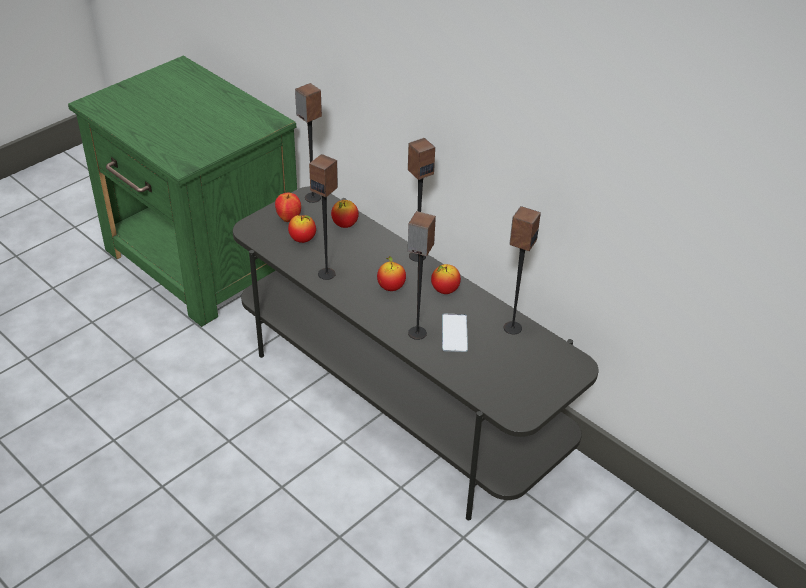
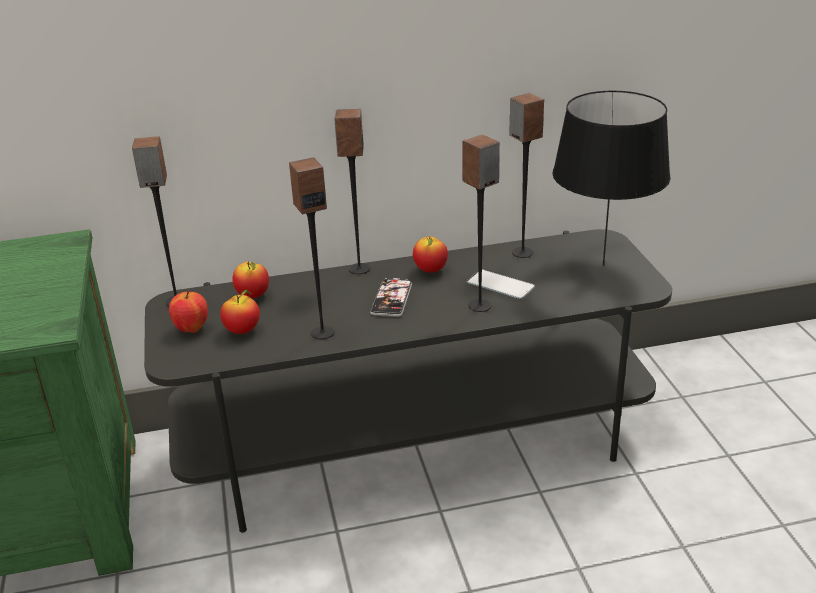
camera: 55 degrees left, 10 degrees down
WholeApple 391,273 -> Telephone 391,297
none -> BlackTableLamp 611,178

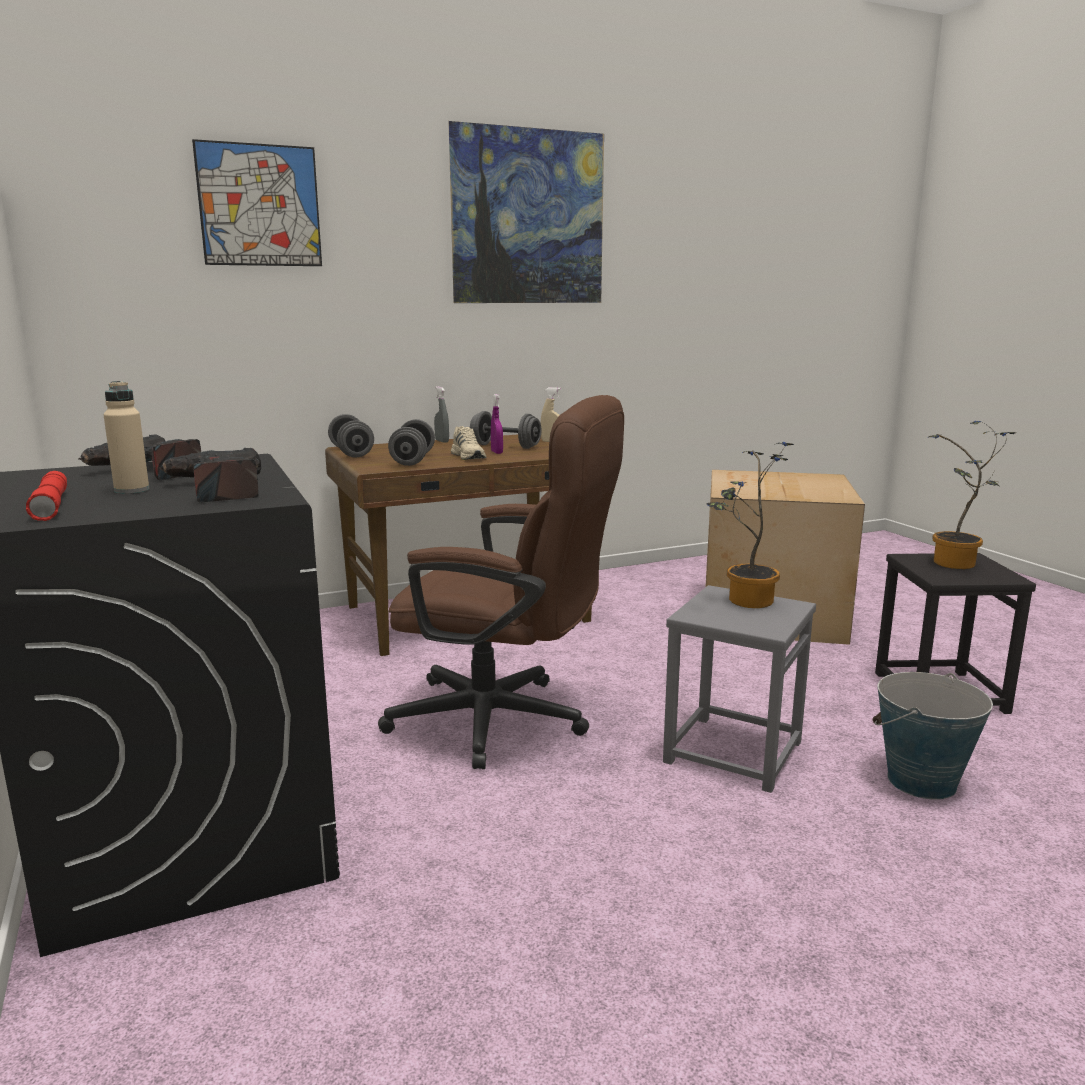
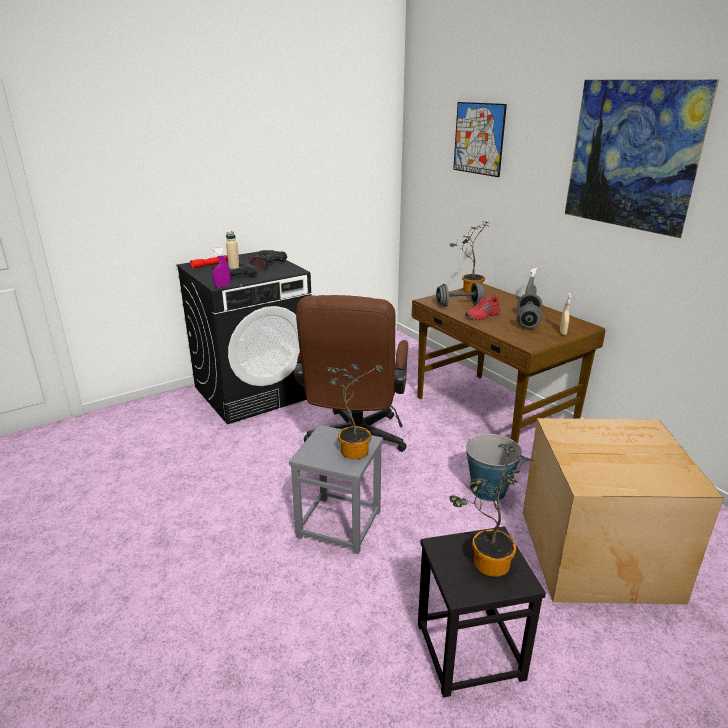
camera: 80 degrees right, 10 degrees up
GrayHandWeight 351,435 -> PottedPlant 469,256
SandColouredShoe 468,443 -> RedColouredShoe 482,308
PurpleSprayer 497,424 -> PurpleSprayer 221,267, shifted
Pail 933,736 -> Pail 494,468, shifted

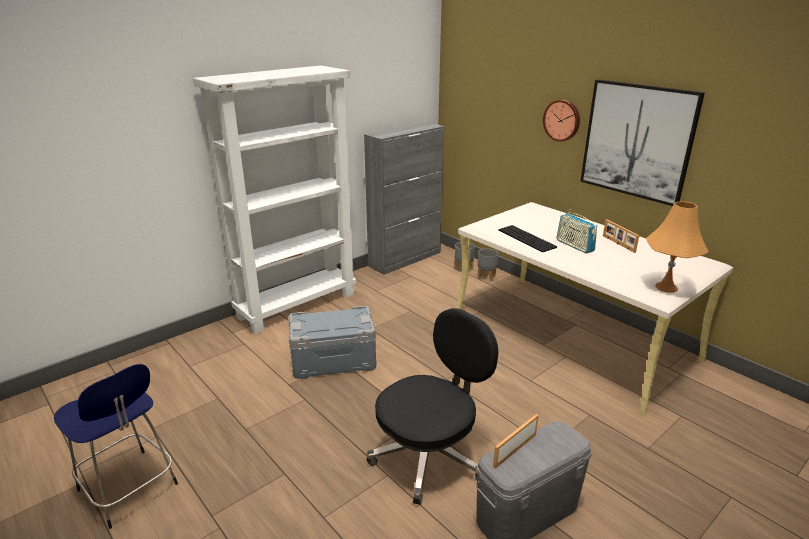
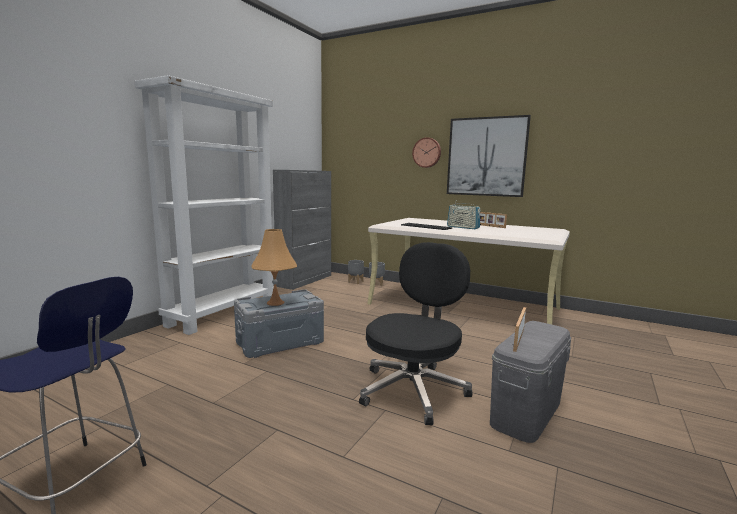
camera: 20 degrees left, 15 degrees down
OrangeyTableLamp 677,247 -> OrangeyTableLamp 274,267, shifted

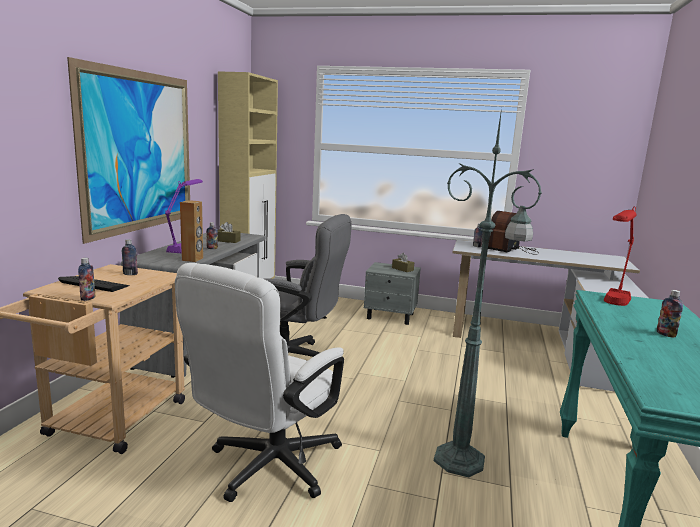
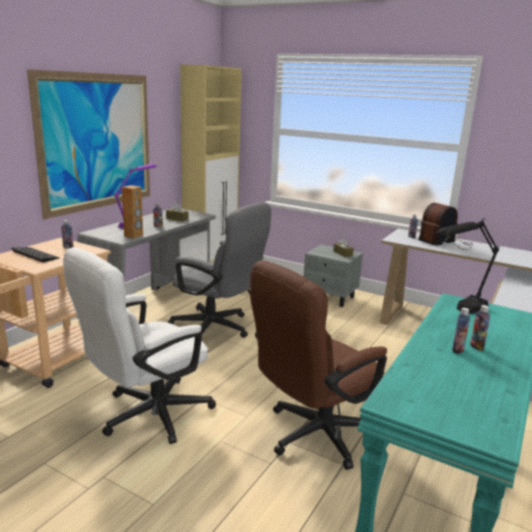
camera: 15 degrees right, 5 degrees up
Bottle 87,279 -> Bottle 461,331, shifted
GreenishStandardLamp 488,293 -> BrownComputerChair 318,365
RedColouredTableLamp 620,256 -> BlackTableLamp 468,266

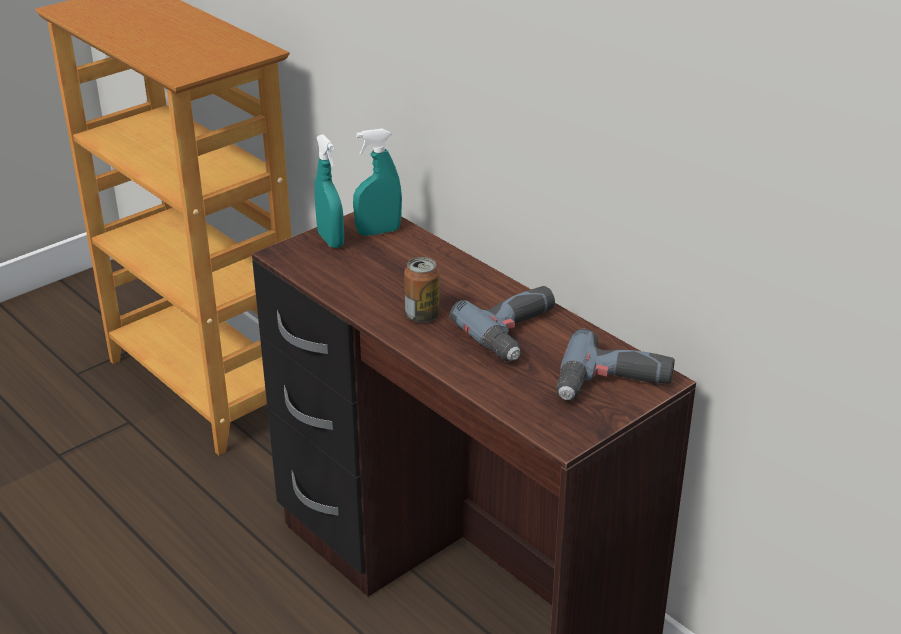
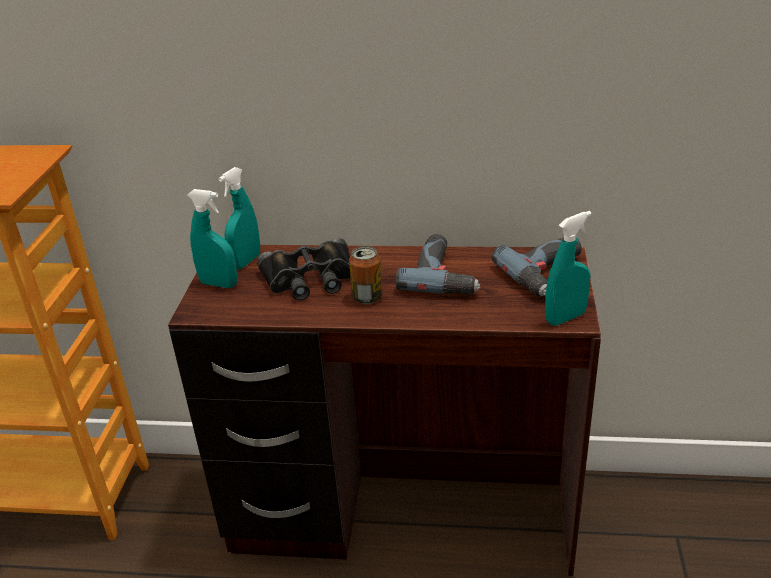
camera: 40 degrees left, 0 degrees up
none -> BlackFieldGlasses 304,269
none -> TurquoiseColouredSprayer 568,268

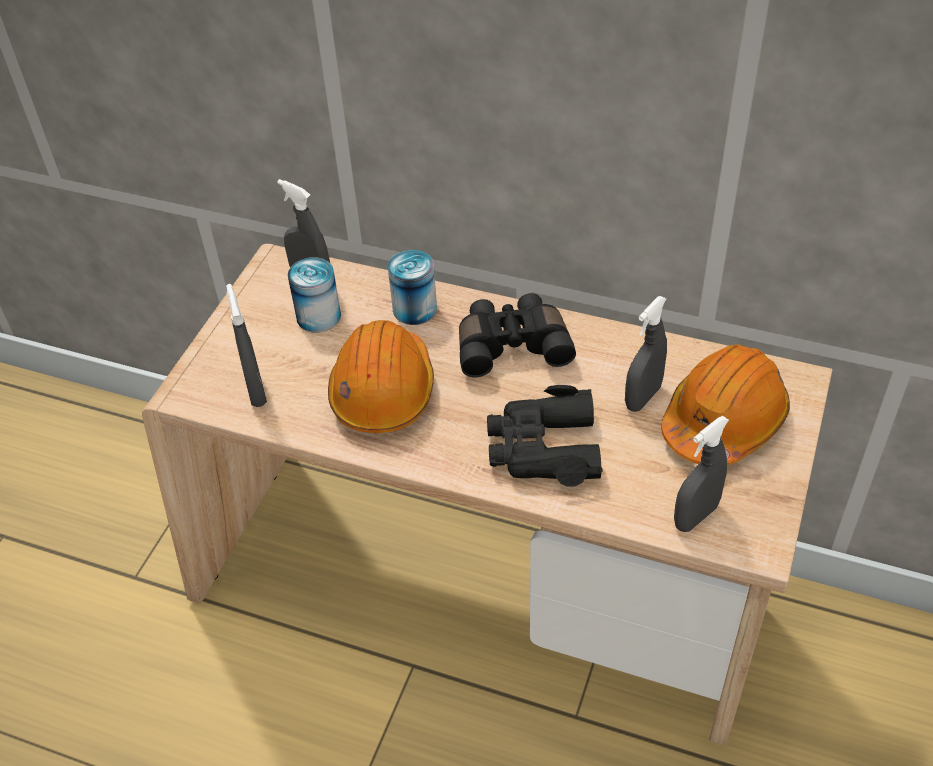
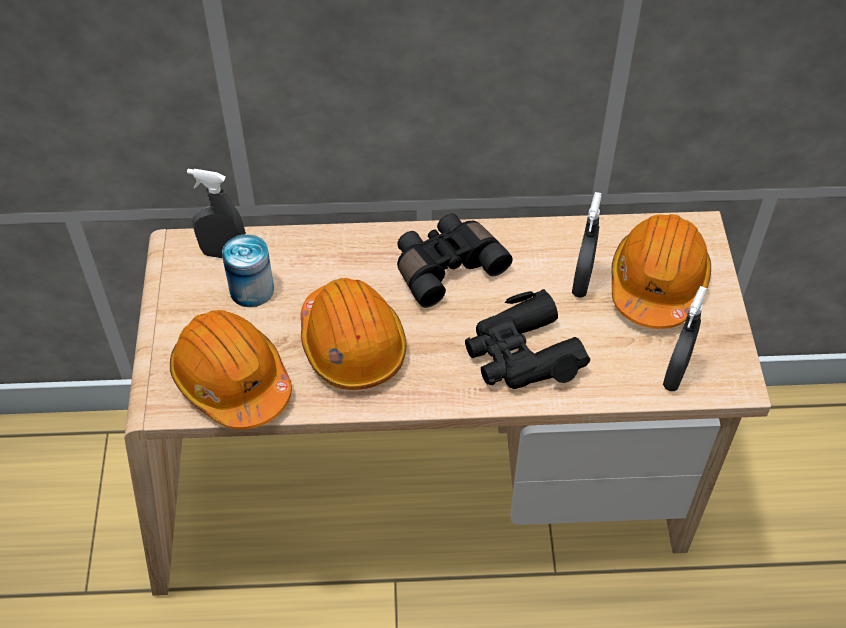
camera: 25 degrees left, 5 degrees up
GraySprayer 246,345 -> OrangeySafetyHelmet 231,370
MetalCan 412,287 -> none

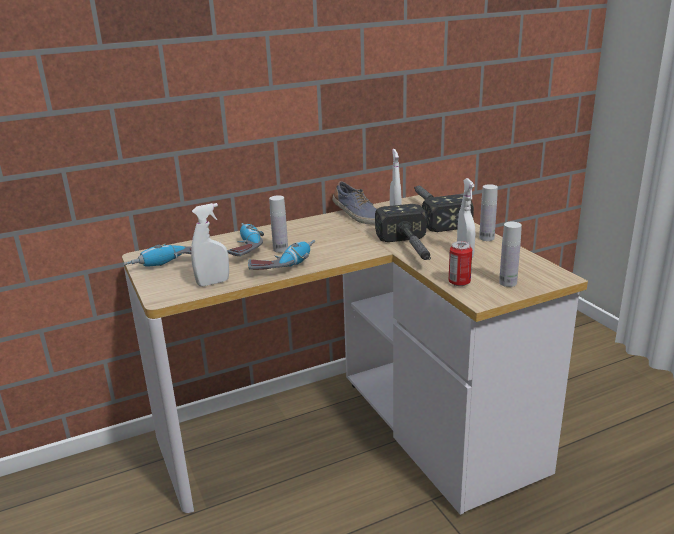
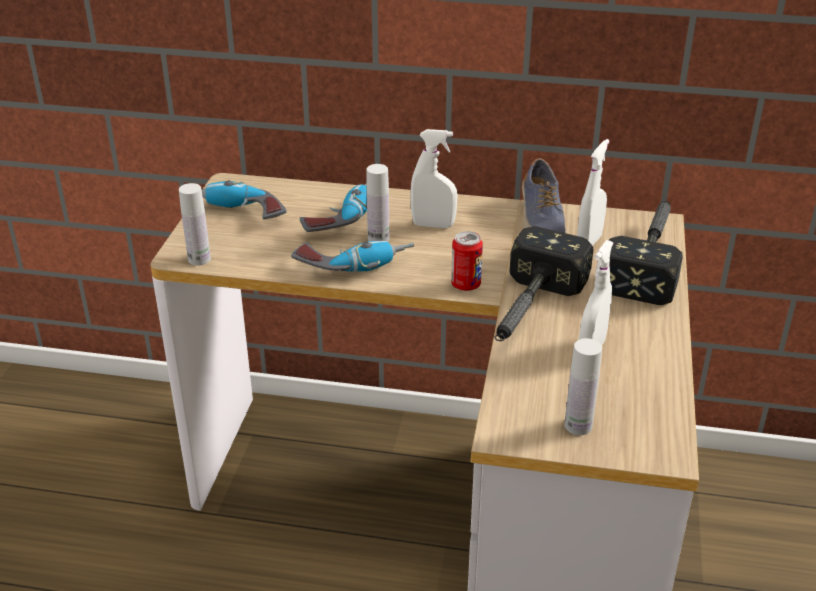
camera: 35 degrees right, 10 degrees up
WhitishSprayer 210,245 -> WhitishSprayer 433,178, shifted
MetalCan 460,263 -> MetalCan 467,261, shifted
WhitishBottle 488,212 -> WhitishBottle 195,224, shifted

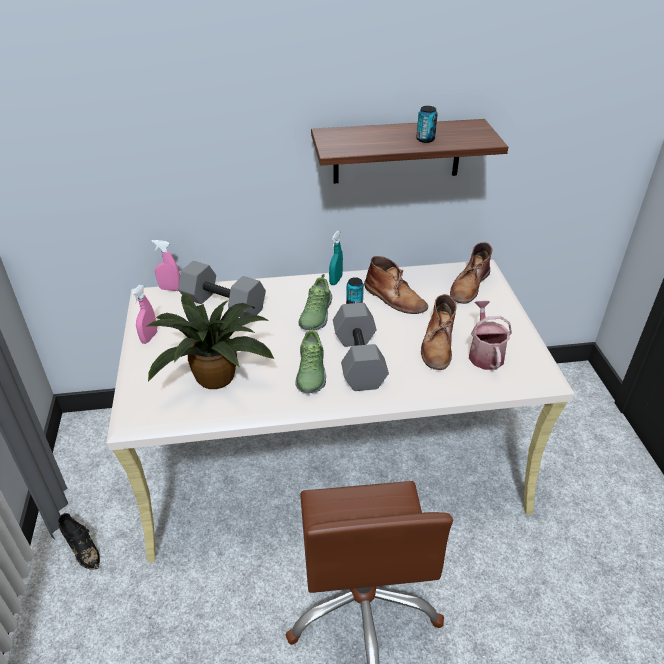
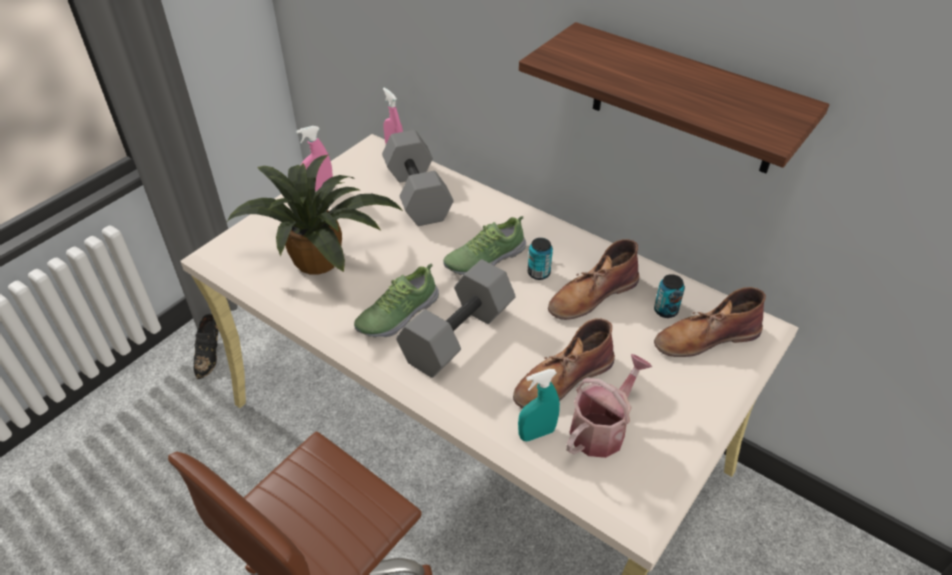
camera: 45 degrees right, 5 degrees up
TurquoiseColouredSprayer 336,258 -> TurquoiseColouredSprayer 539,405, shifted
BrownHighTopBoot 396,285 -> BrownHighTopBoot 593,279, 60 degrees clockwise
MetalCan 427,124 -> MetalCan 669,296, shifted

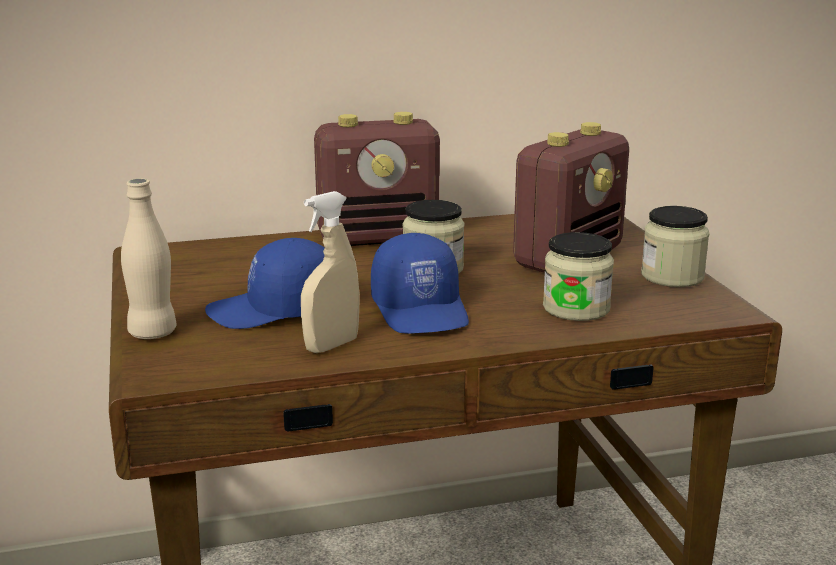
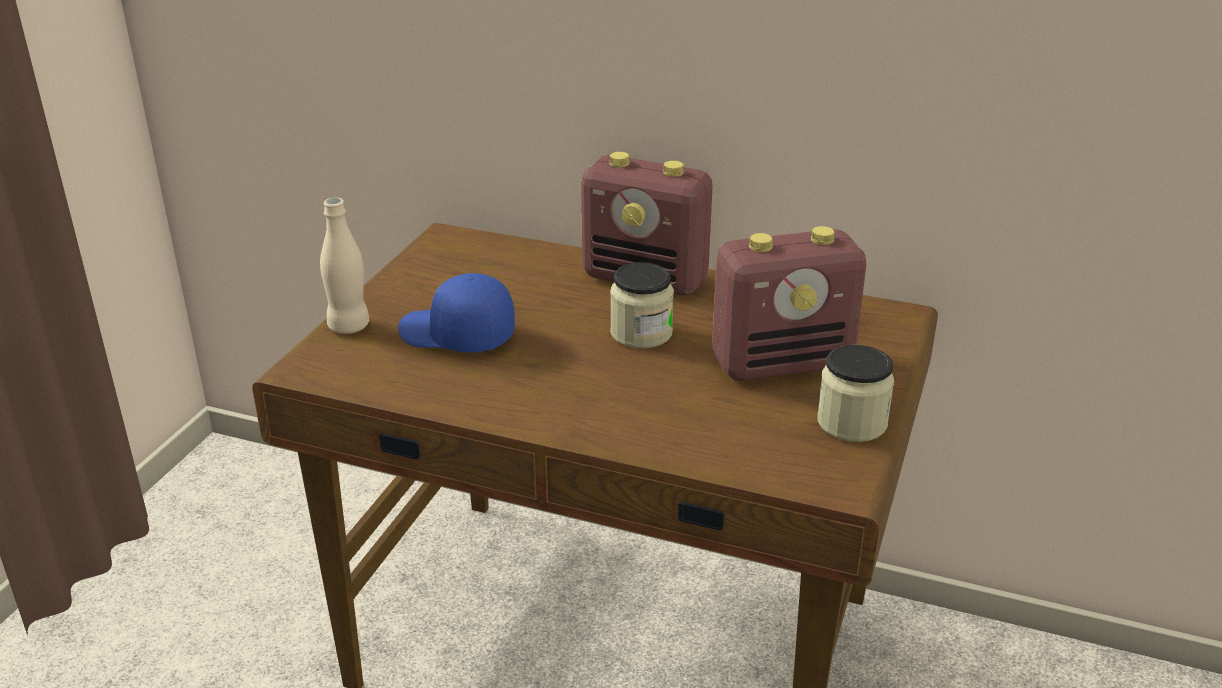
camera: 35 degrees right, 10 degrees up
SandColouredSprayer 330,272 -> none
BlueCap 420,283 -> none
StorageJar 578,276 -> none

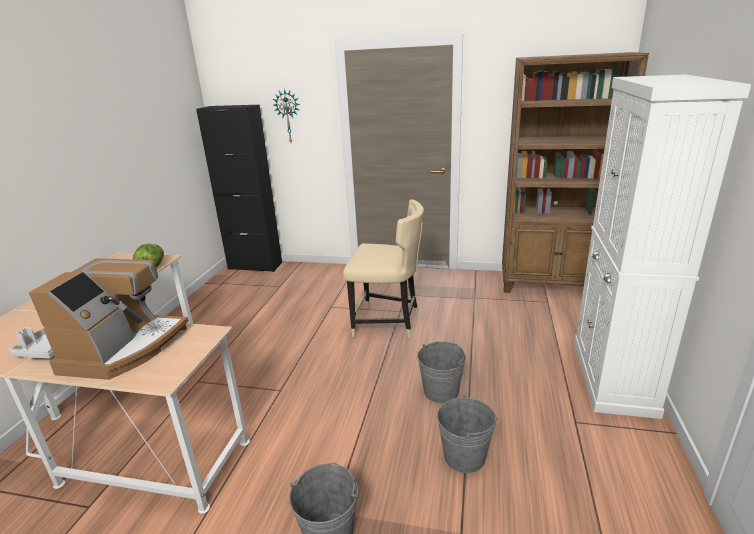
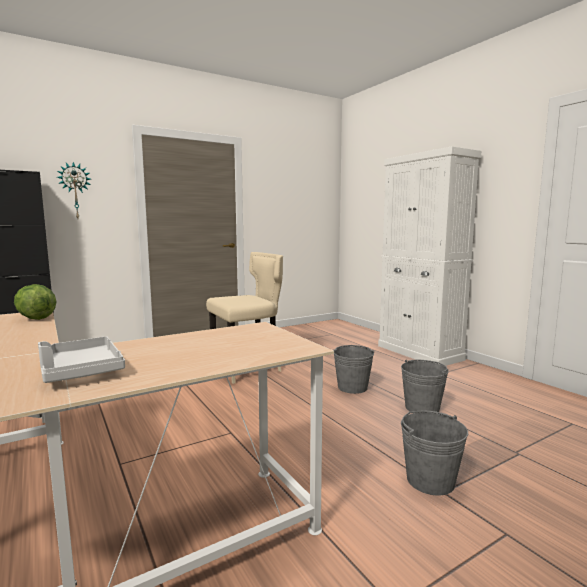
camera: 45 degrees left, 15 degrees down
CoffeeMachine 109,319 -> none
BrownBookshelf 575,172 -> none

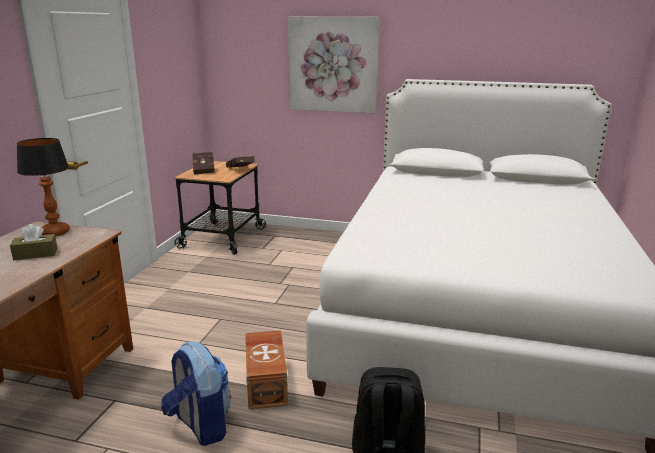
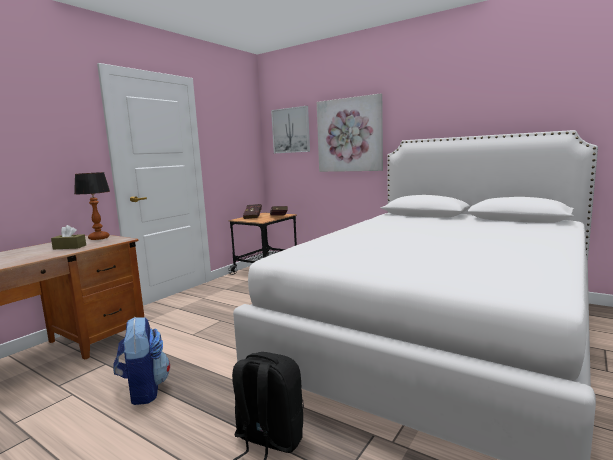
camera: 20 degrees right, 10 degrees down
BrownStorageBox 266,369 -> none
none -> WallPicture 290,129

